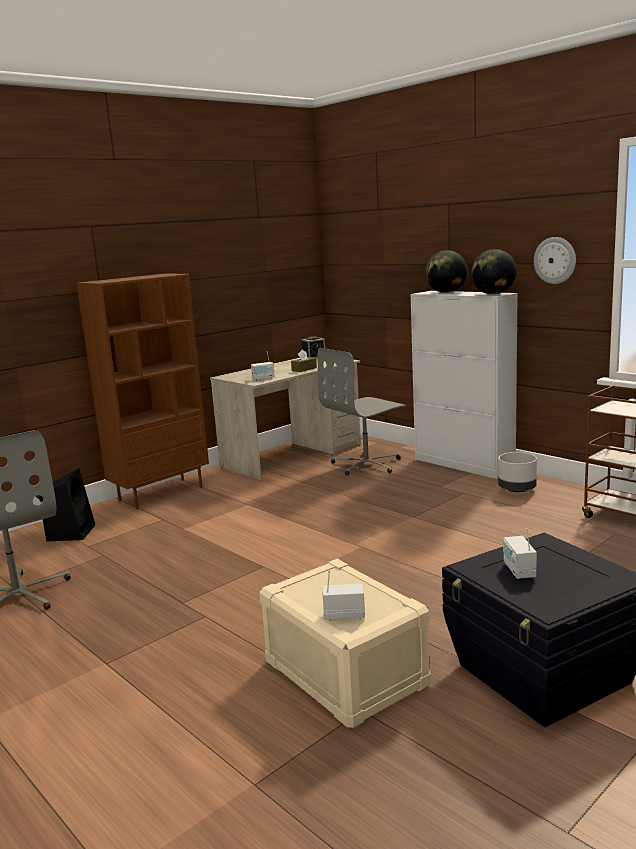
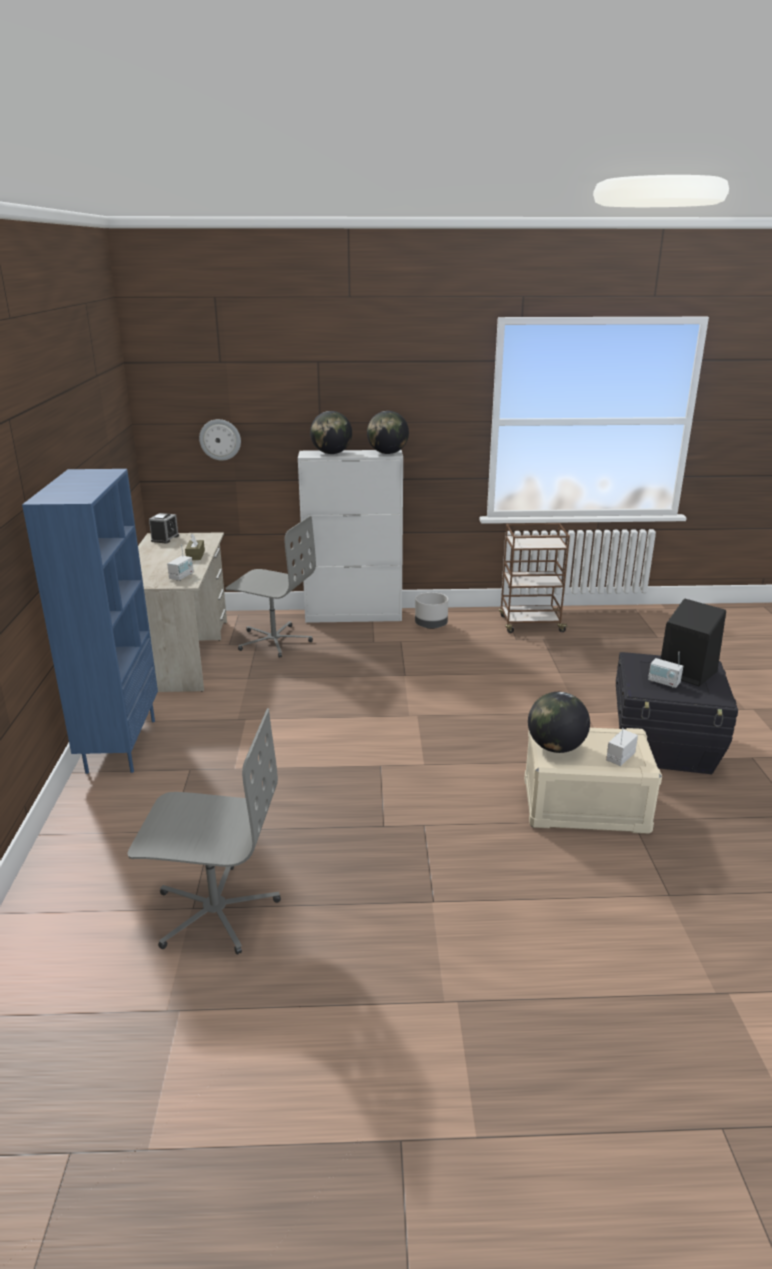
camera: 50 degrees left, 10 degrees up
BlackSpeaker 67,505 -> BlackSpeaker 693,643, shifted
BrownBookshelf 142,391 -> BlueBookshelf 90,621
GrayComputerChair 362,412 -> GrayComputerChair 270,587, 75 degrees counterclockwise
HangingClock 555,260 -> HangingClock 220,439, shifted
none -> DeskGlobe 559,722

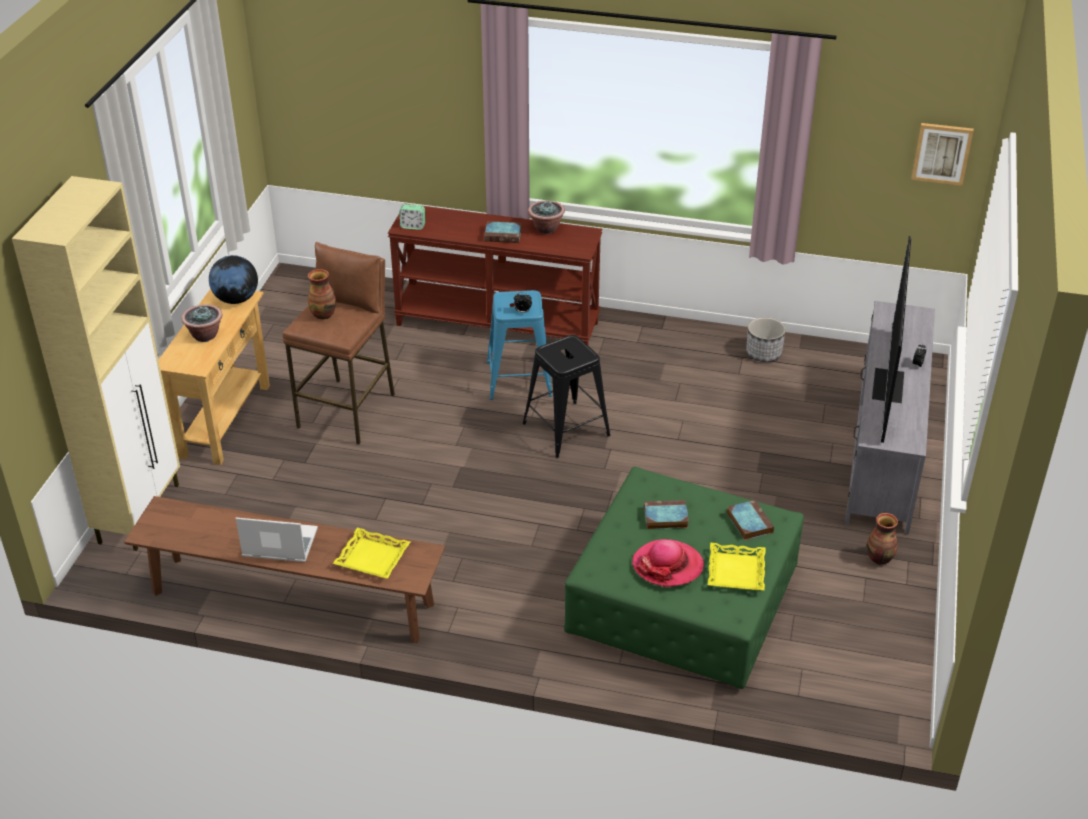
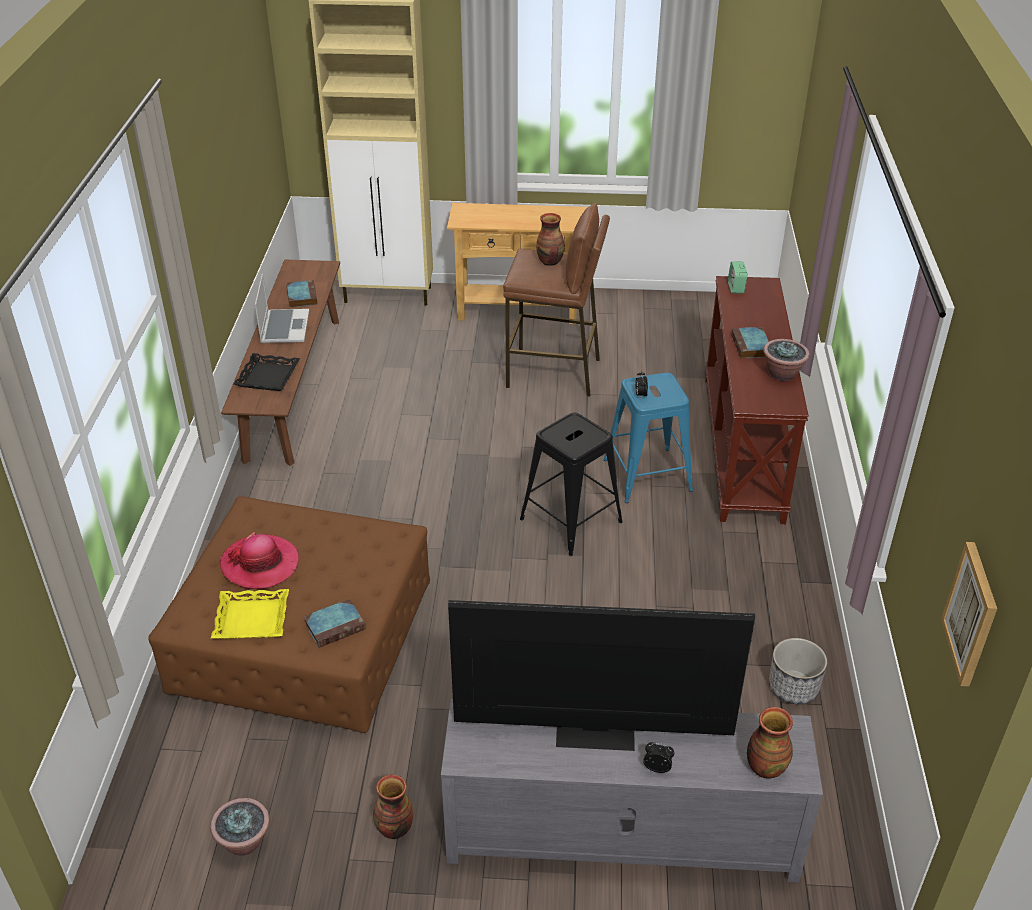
camera: 80 degrees right, 0 degrees up
PottedPlant 201,323 -> PottedPlant 239,827, shifted
DeskGlobe 233,279 -> none
YellowishTray 371,553 -> BlackTray 267,372
GreenishPouffe 684,578 -> BrownPouffe 289,614
Volume 666,514 -> Volume 302,294, shifted
none -> FlowerVase 770,743

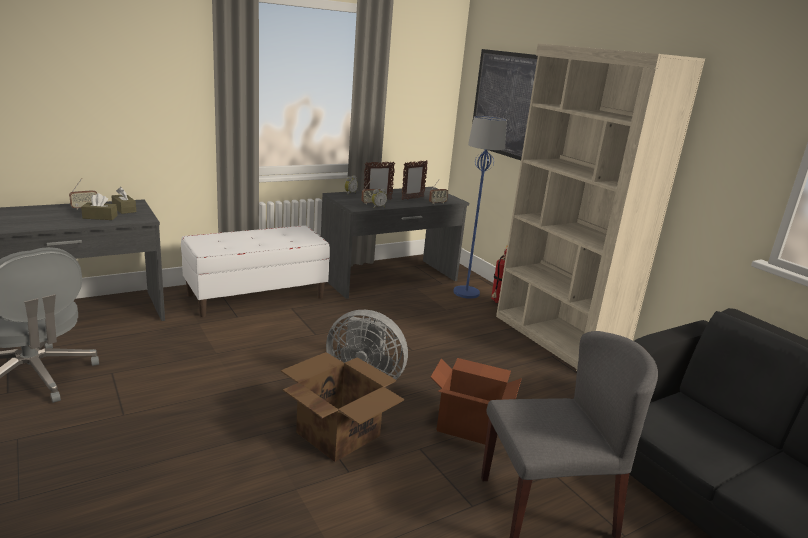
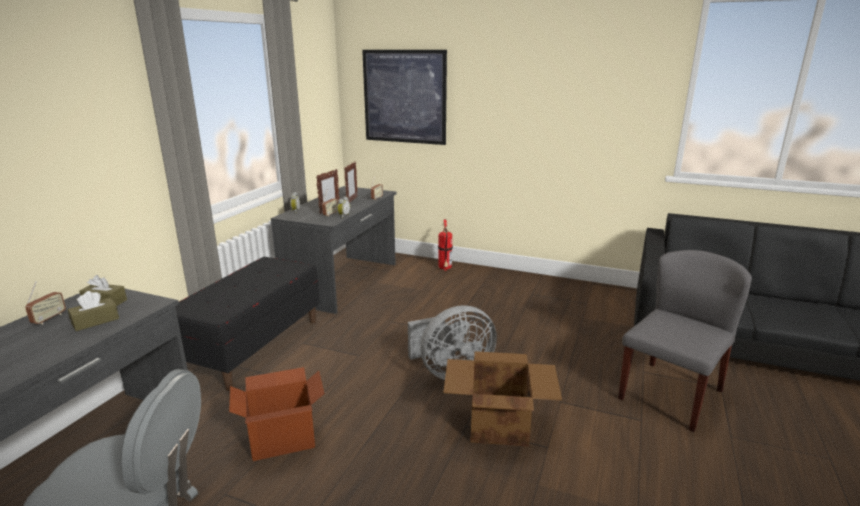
camera: 35 degrees left, 0 degrees up
WhitishBench 255,271 -> BlackBench 247,324
Carton 476,401 -> Carton 276,414, shifted
BlueStandardLamp 480,207 -> none
SandColouredBookshelf 600,207 -> none

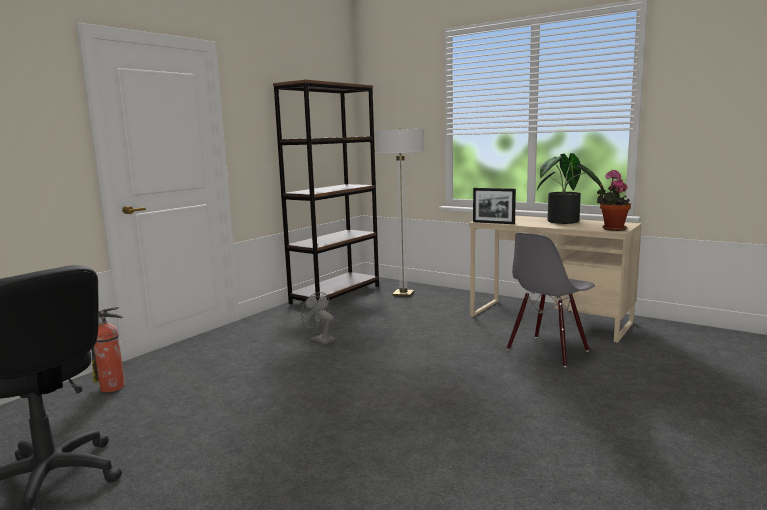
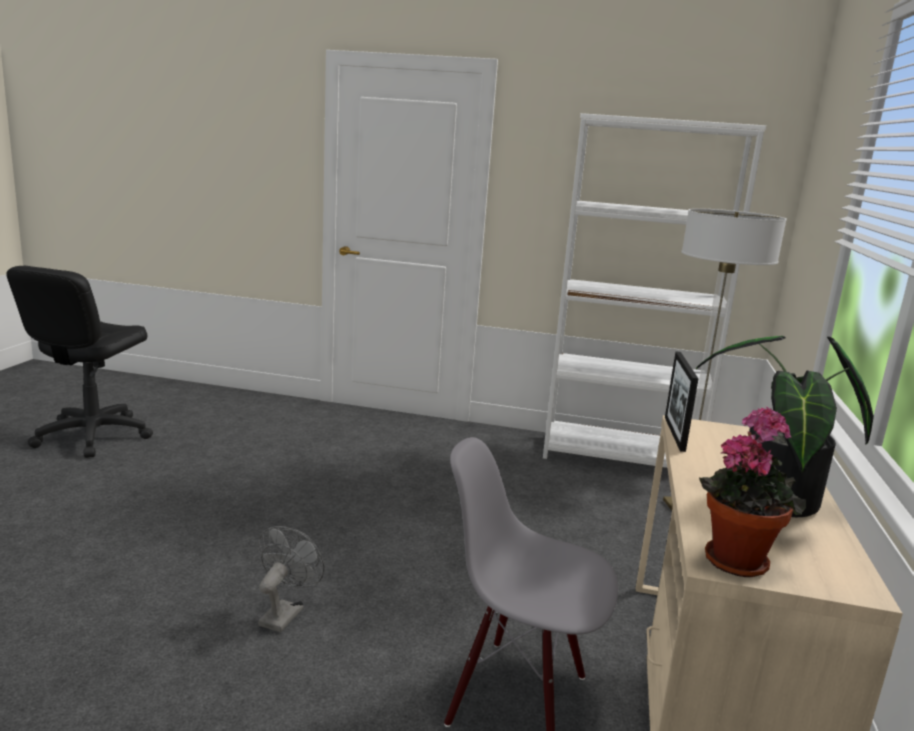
camera: 65 degrees right, 5 degrees up
Extinguisher 108,349 -> none
BrownBookshelf 326,192 -> WhitishBookshelf 654,290
GrayElectricFan 318,318 -> GrayElectricFan 291,579, shifted

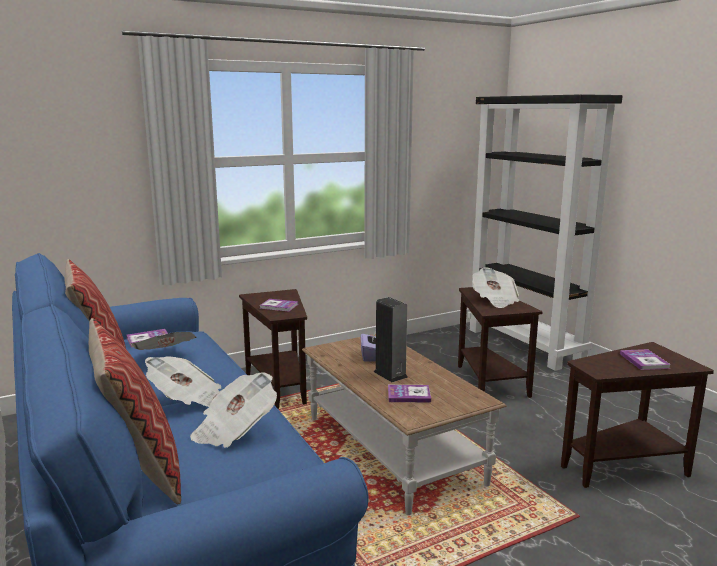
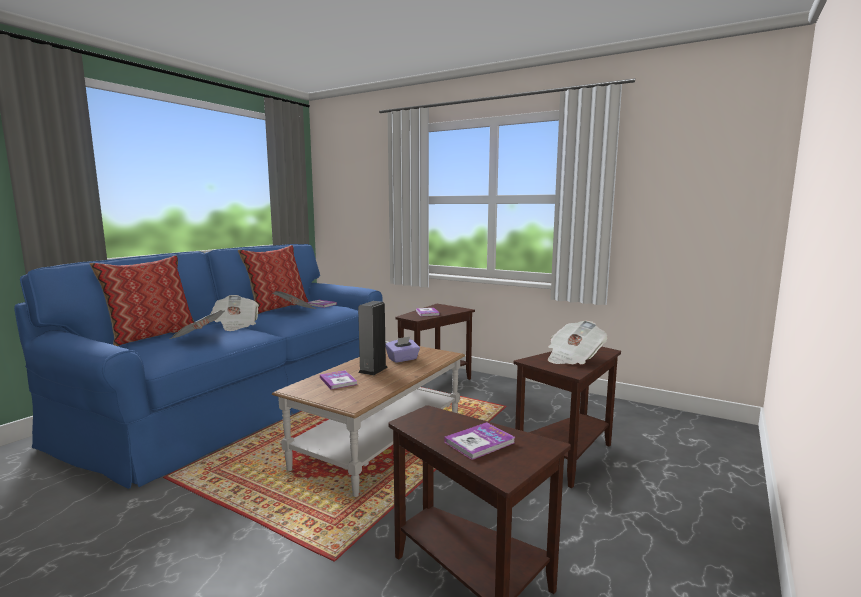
camera: 60 degrees right, 5 degrees down
BlackBookshelf 545,232 -> none

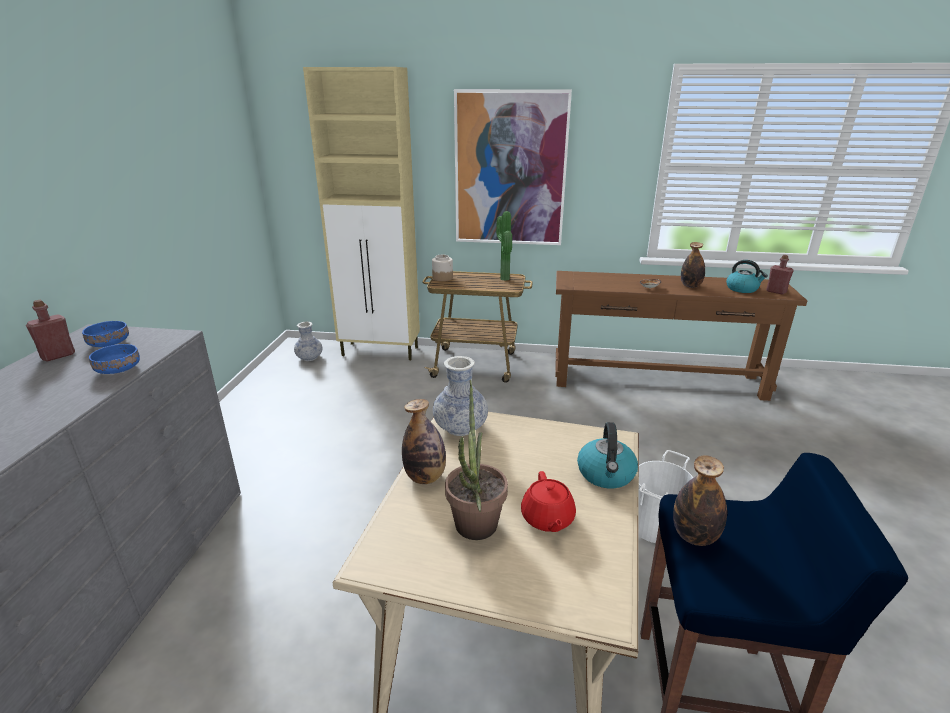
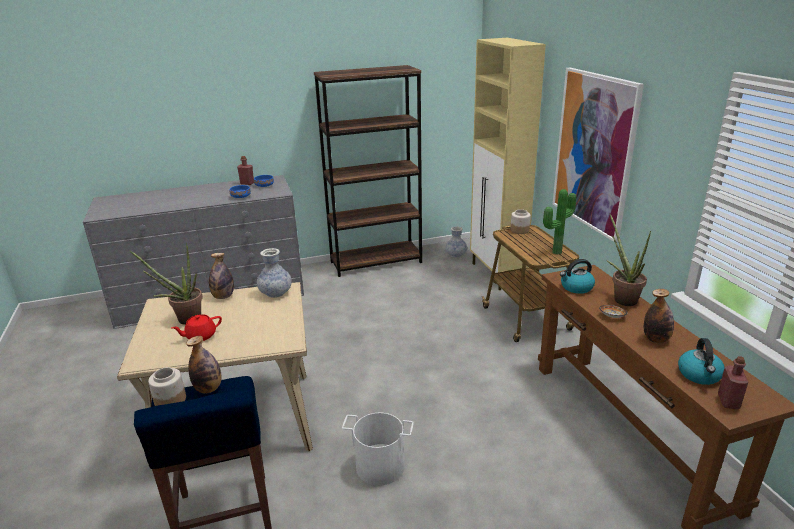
camera: 65 degrees right, 0 degrees up
Kettle 607,455 -> Kettle 577,276, shifted
none -> StorageJar 167,386
none -> BrownBookshelf 368,171
none -> PottedPlant 629,259

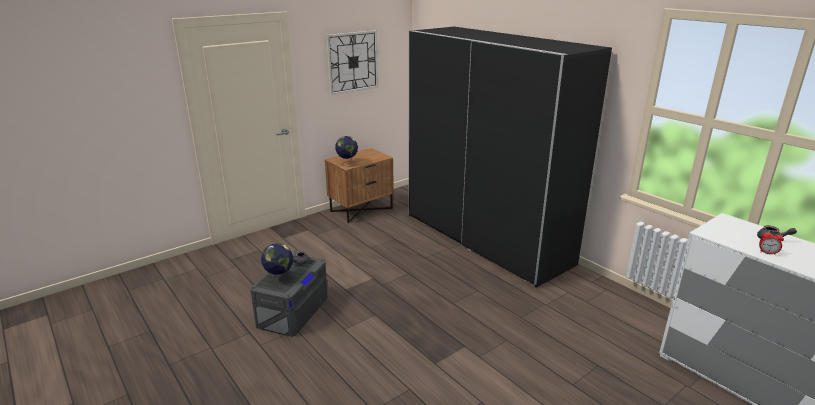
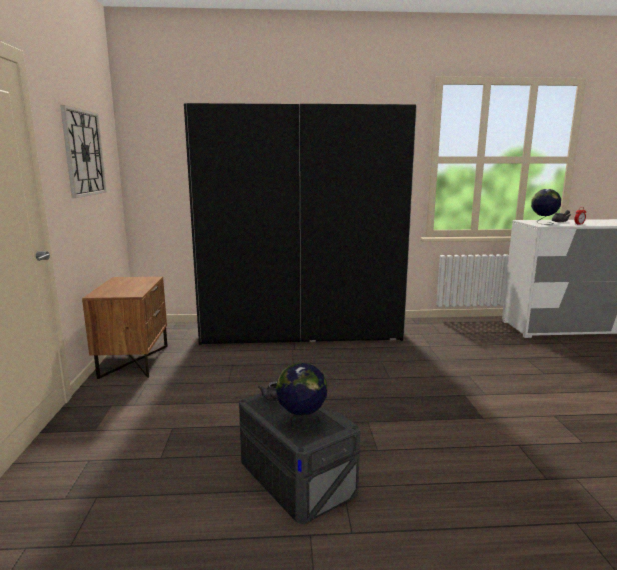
camera: 55 degrees left, 10 degrees down
DeskGlobe 346,151 -> DeskGlobe 546,206, shifted

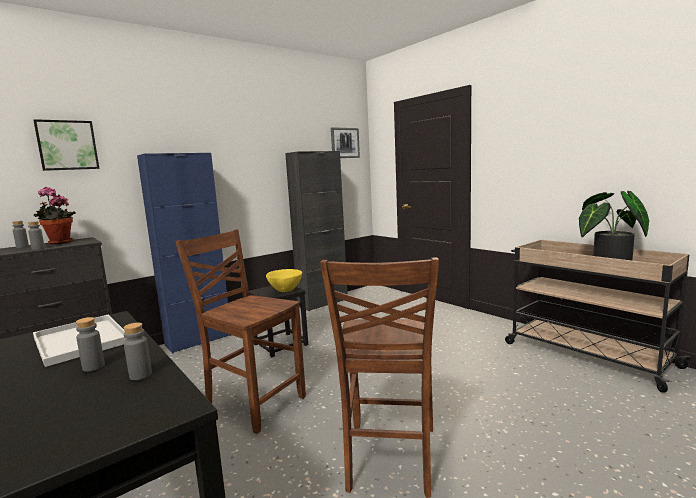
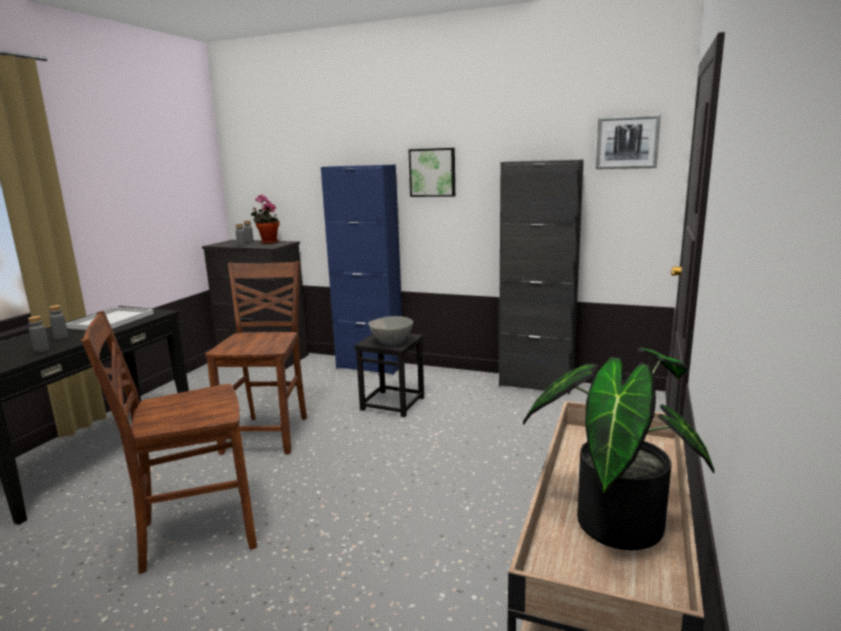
camera: 60 degrees right, 5 degrees up
WallPicture 66,145 -> WallPicture 431,172, shifted
YellowishDeepDish 284,280 -> GrayDeepDish 390,330

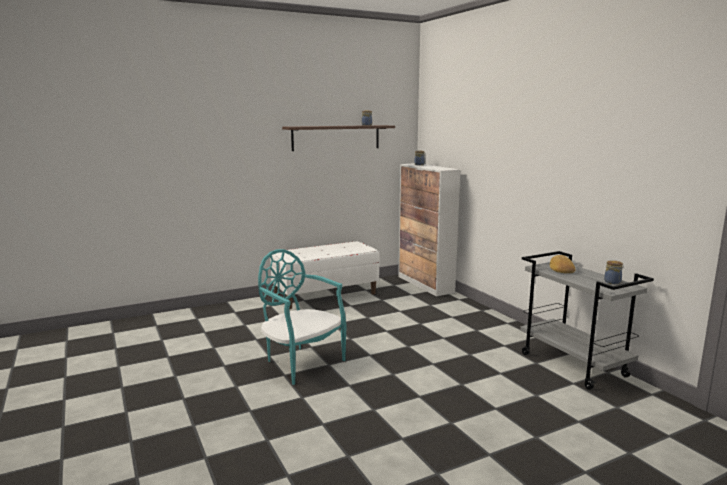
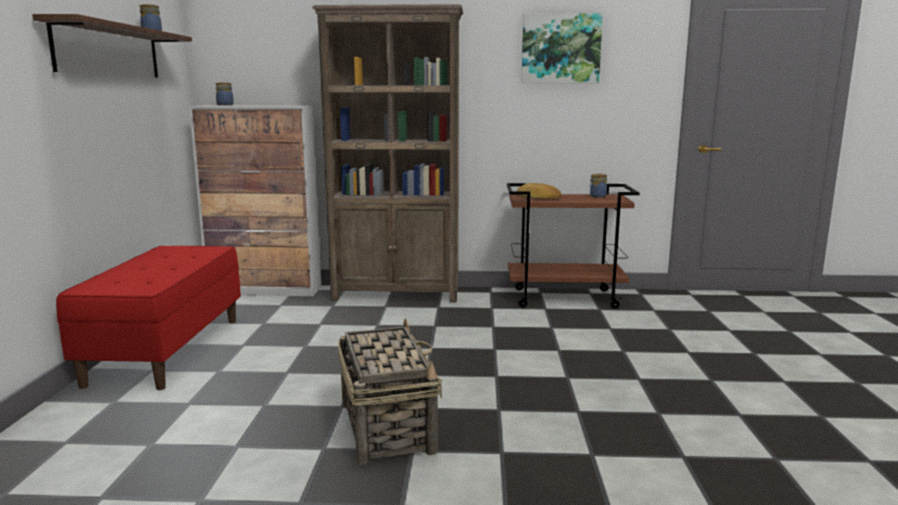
camera: 60 degrees left, 0 degrees up
TurquoiseColouredChair 302,317 -> HouseholdBasket 390,392
WhitishBench 324,275 -> RedColouredBench 148,318
GrayCart 587,320 -> BrownCart 573,246
none -> BrownBookshelf 387,153
none -> WallPicture 562,48

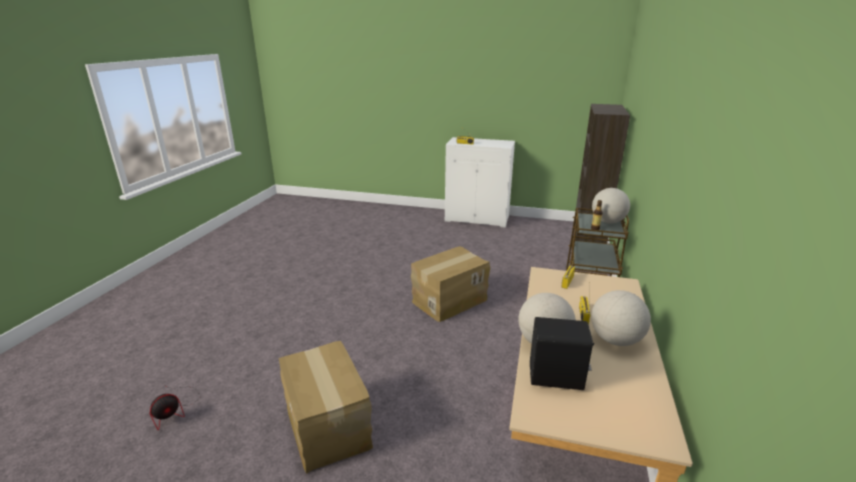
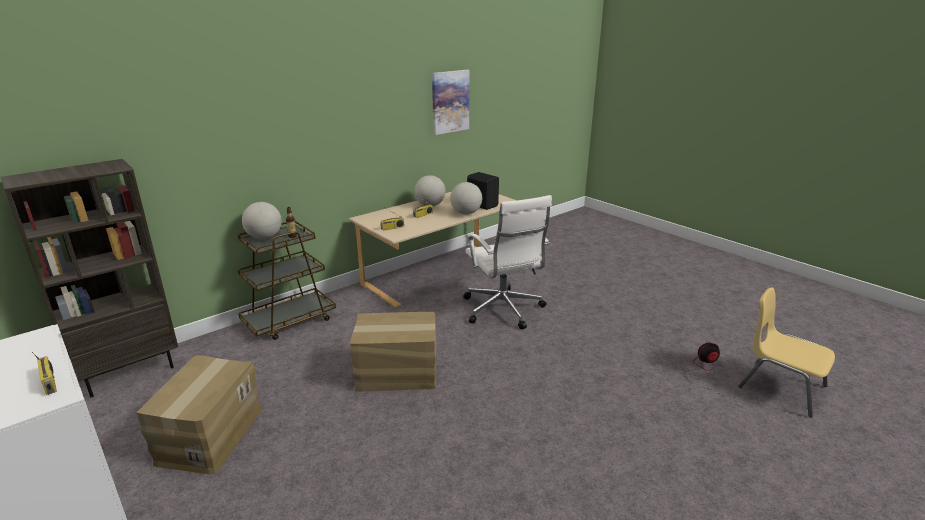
camera: 145 degrees left, 0 degrees up
Carton 326,407 -> Carton 199,414, shifted
none -> WallPicture 450,102
none -> WhitishComputerChair 507,262
none -> YellowishChair 786,353

